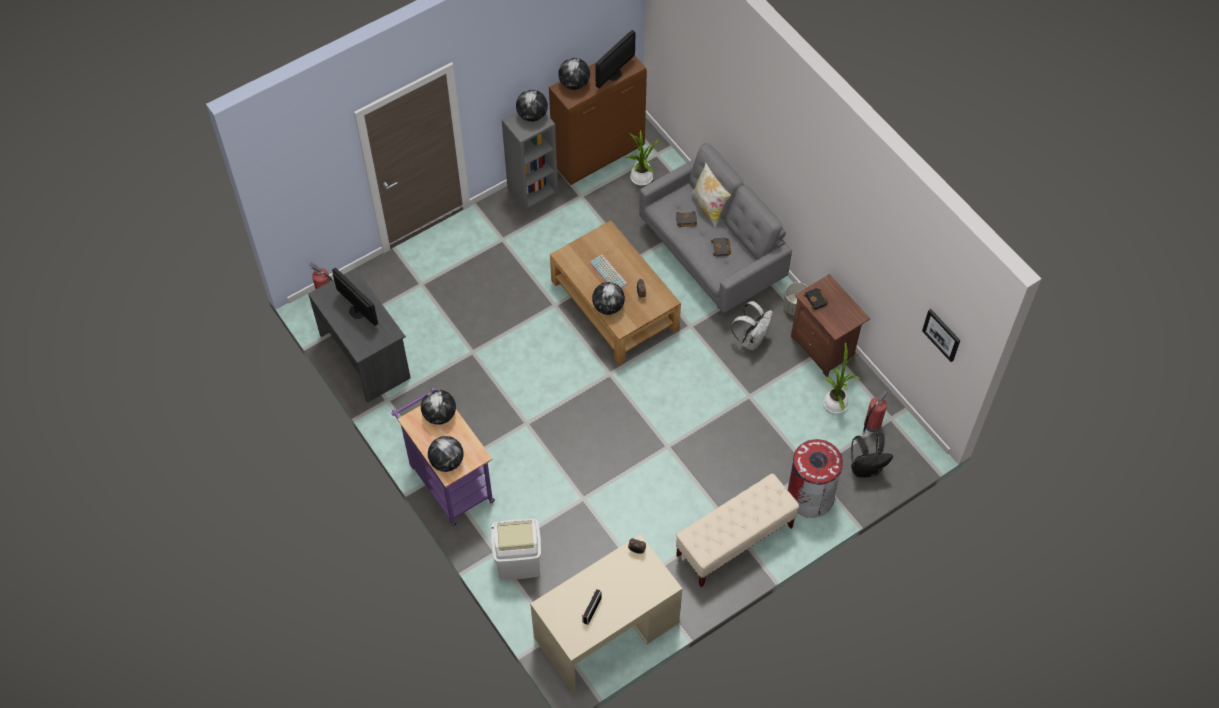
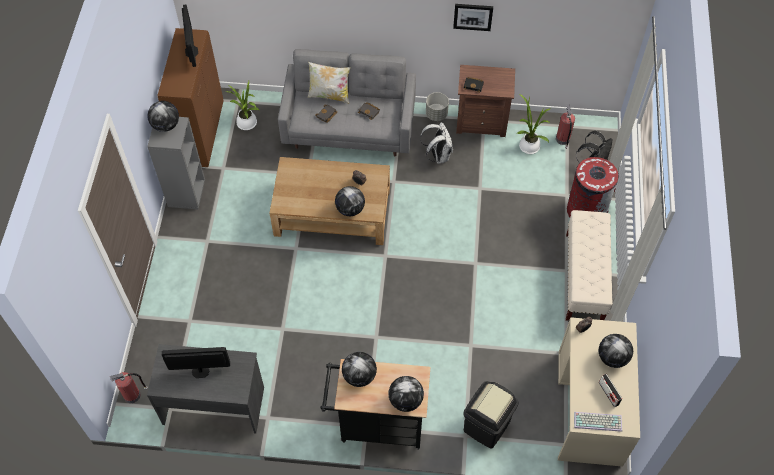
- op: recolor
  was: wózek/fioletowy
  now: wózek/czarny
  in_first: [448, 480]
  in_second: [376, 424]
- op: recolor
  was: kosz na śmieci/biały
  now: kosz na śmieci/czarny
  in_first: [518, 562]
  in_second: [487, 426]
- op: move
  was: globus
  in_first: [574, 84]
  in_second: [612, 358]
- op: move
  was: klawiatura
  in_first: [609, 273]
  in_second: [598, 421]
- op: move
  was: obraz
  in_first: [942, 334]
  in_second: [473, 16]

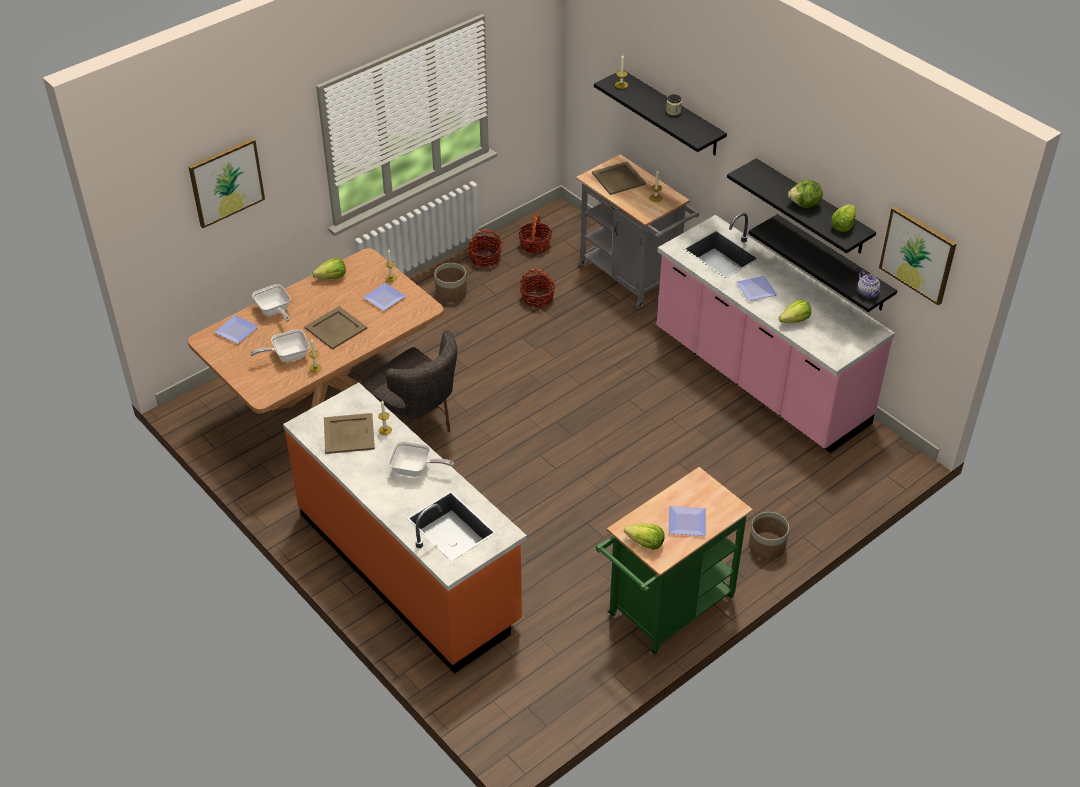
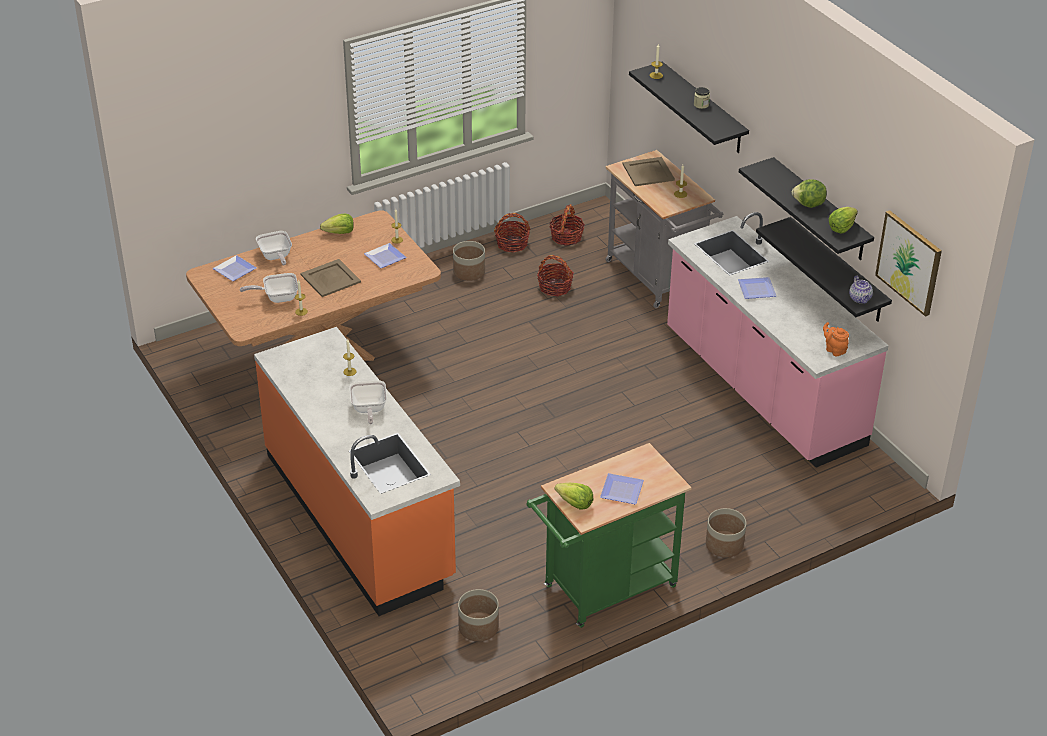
- op: delete
  was: obraz
  in_first: [226, 182]
- op: delete
  was: taca/beżowy
  in_first: [349, 433]
- op: delete
  was: krzesło/szary
  in_first: [416, 426]
- op: rotate
  was: patelnia
  in_first: [415, 470]
  in_second: [368, 410]
  clockwise: 60
- op: delete
  was: sałata
  in_first: [795, 320]
- op: insert
  now: donica
  in_second: [478, 627]
- op: insert
  now: imbryk/pomarańczowy
  in_second: [834, 350]

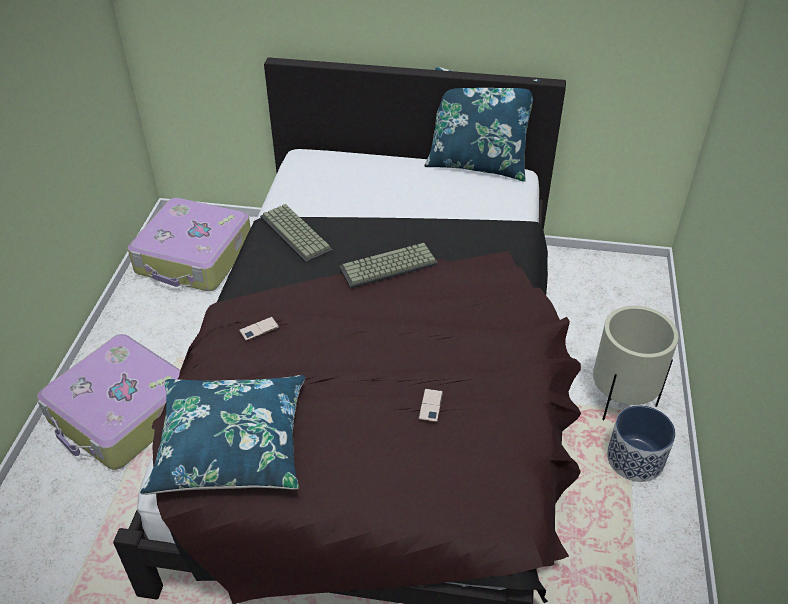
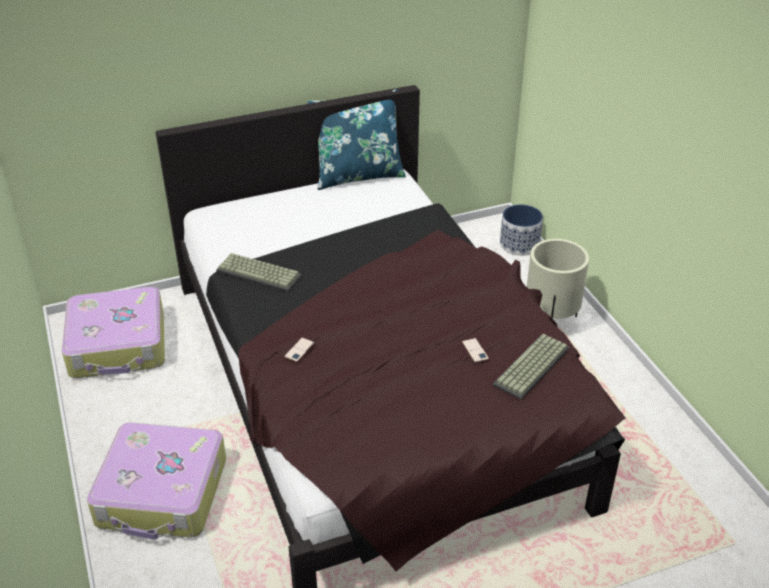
- op: delete
  was: poduszka/niebieski
  in_first: [231, 445]
- op: move
  was: klawiatura
  in_first: [388, 267]
  in_second: [532, 368]
- op: move
  was: donica
  in_first: [635, 459]
  in_second: [519, 245]

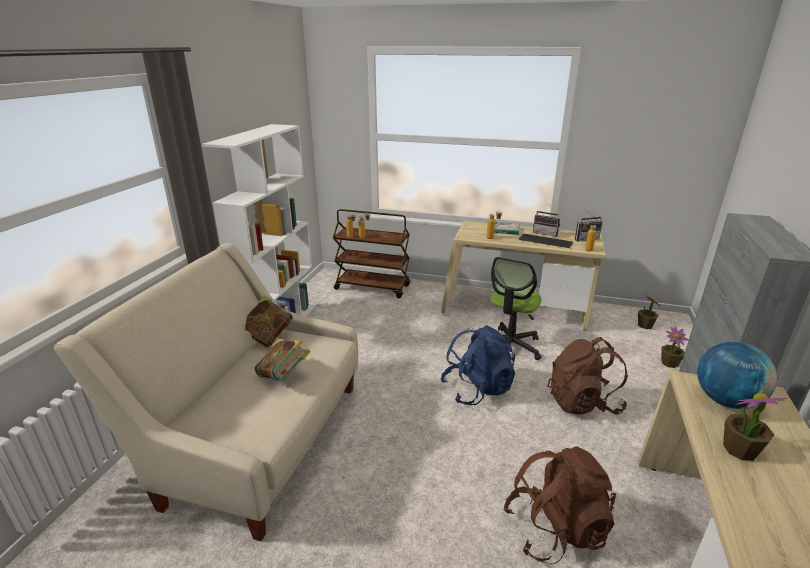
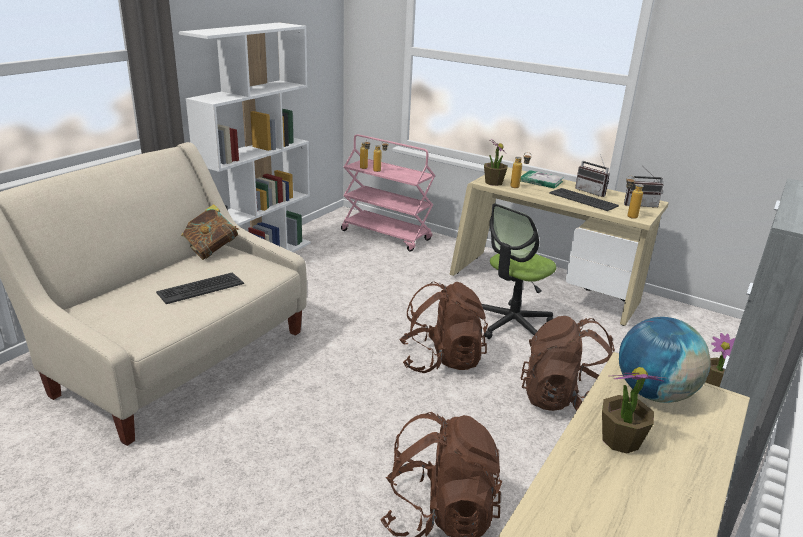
- op: replace
  was: książka
  now: klawiatura
  in_first: [284, 376]
  in_second: [200, 288]
- op: recolor
  was: wózek/brązowy
  now: wózek/różowy
  in_first: [373, 287]
  in_second: [387, 235]
- op: recolor
  was: plecak/niebieski
  now: plecak/brązowy
  in_first: [477, 389]
  in_second: [441, 360]
- op: move
  was: roślina doniczkowa
  in_first: [645, 325]
  in_second: [493, 182]

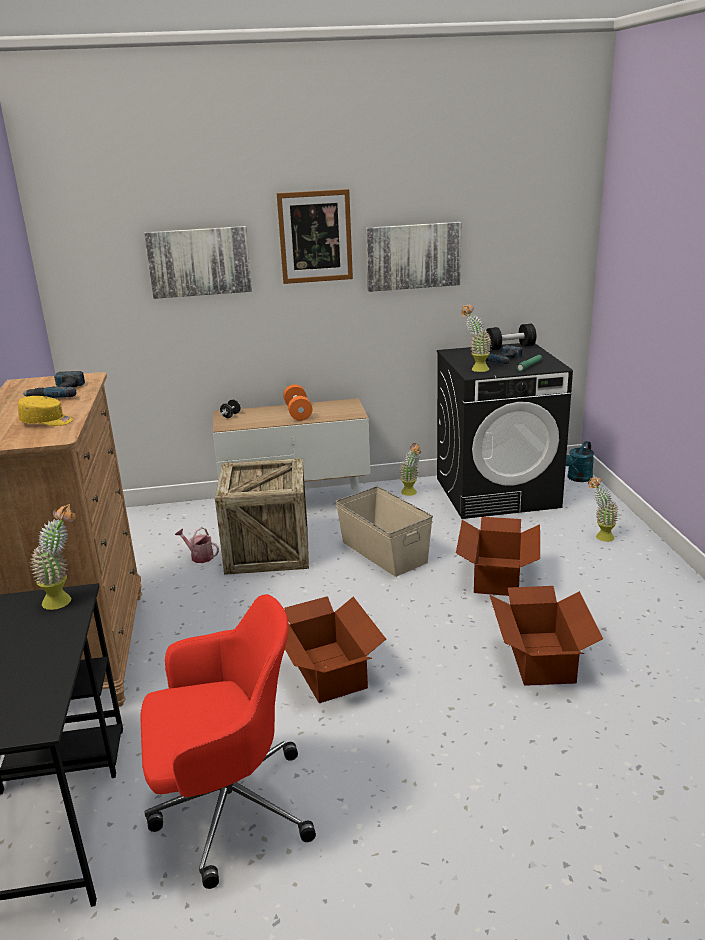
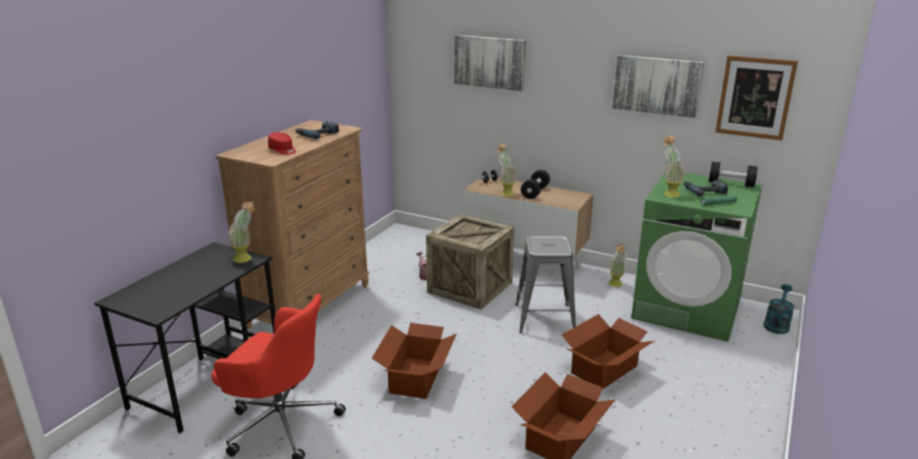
- op: recolor
  was: czapka z daszkiem/żółty
  now: czapka z daszkiem/czerwony
  in_first: [47, 422]
  in_second: [283, 150]
- op: move
  was: obraz
  in_first: [315, 237]
  in_second: [755, 97]
- op: recolor
  was: hantel/pomarańczowy
  now: hantel/czarny
  in_first: [298, 412]
  in_second: [535, 192]
- op: replace
  was: pojemnik do przechowywania/beżowy
  now: stołek/szary
  in_first: [384, 551]
  in_second: [544, 318]
- op: recolor
  was: pralka/czarny
  now: pralka/zielony
  in_first: [497, 492]
  in_second: [687, 309]
- op: rotate
  was: konewka/turkusowy
  in_first: [577, 478]
  in_second: [776, 324]
  clockwise: 135
- op: move
  was: roślina doniczkowa
  in_first: [600, 537]
  in_second: [505, 193]

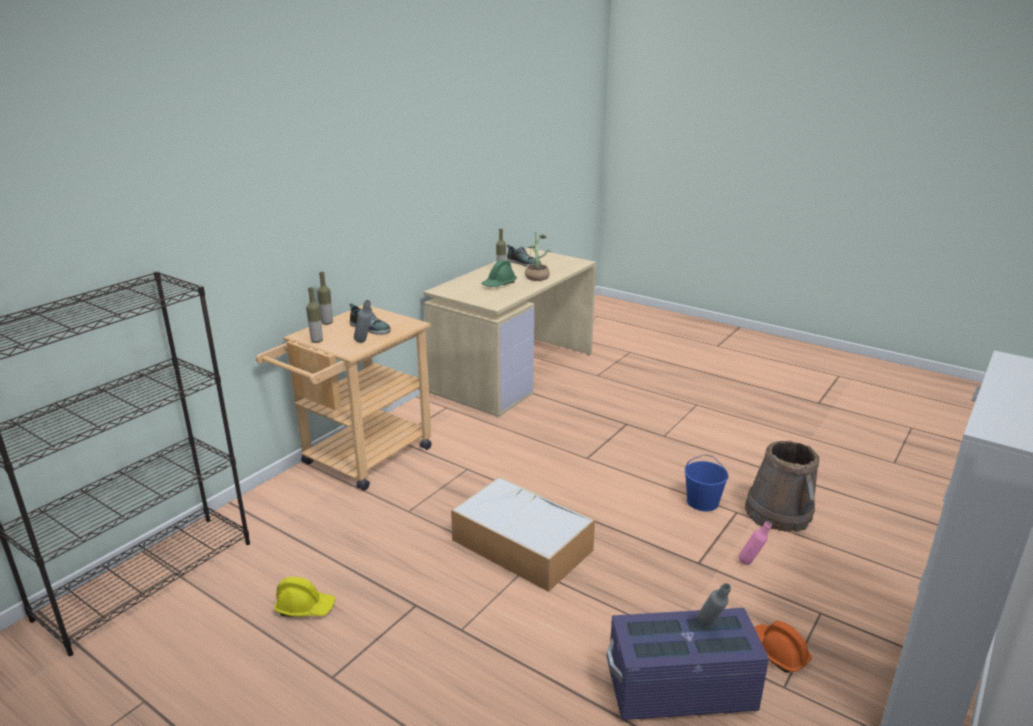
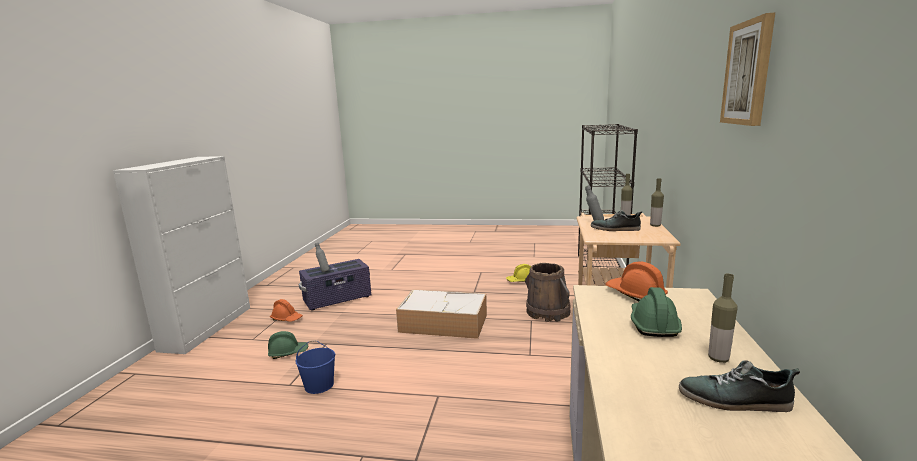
- op: delete
  was: roślina doniczkowa
  in_first: [537, 276]
- op: replace
  was: butelka/różowy
  now: kask/zielony
  in_first: [751, 563]
  in_second: [288, 352]
- op: move
  was: wiadro/brązowy
  in_first: [778, 513]
  in_second: [547, 312]
- op: insert
  now: kask/pomarańczowy
  in_second: [635, 294]
- op: insert
  now: obraz
  in_second: [748, 73]

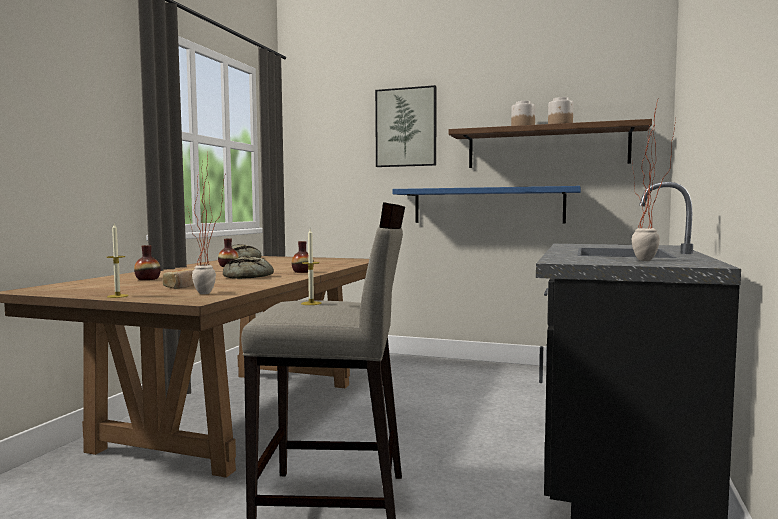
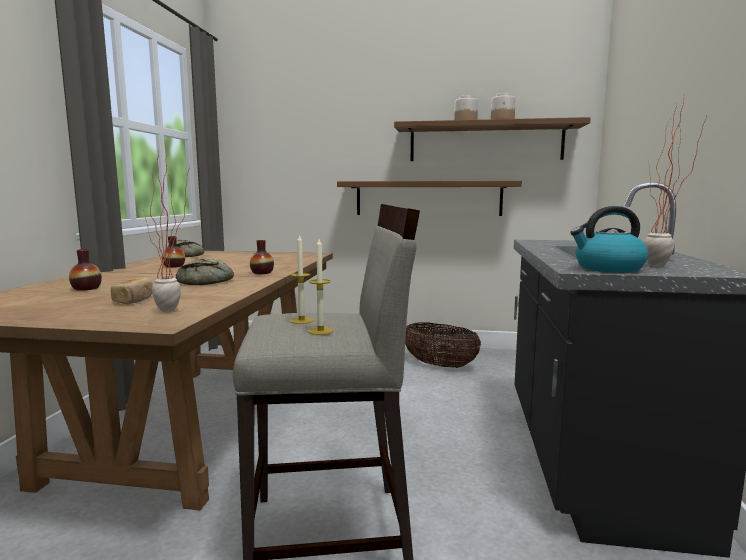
- op: move
  was: świeca
  in_first: [117, 296]
  in_second: [320, 331]
- op: delete
  was: obraz
  in_first: [406, 127]
- op: recolor
  was: półka/niebieski
  now: półka/brązowy
  in_first: [487, 205]
  in_second: [428, 198]
- op: insert
  now: koszyk
  in_second: [440, 365]
- op: insert
  now: czajnik
  in_second: [608, 268]

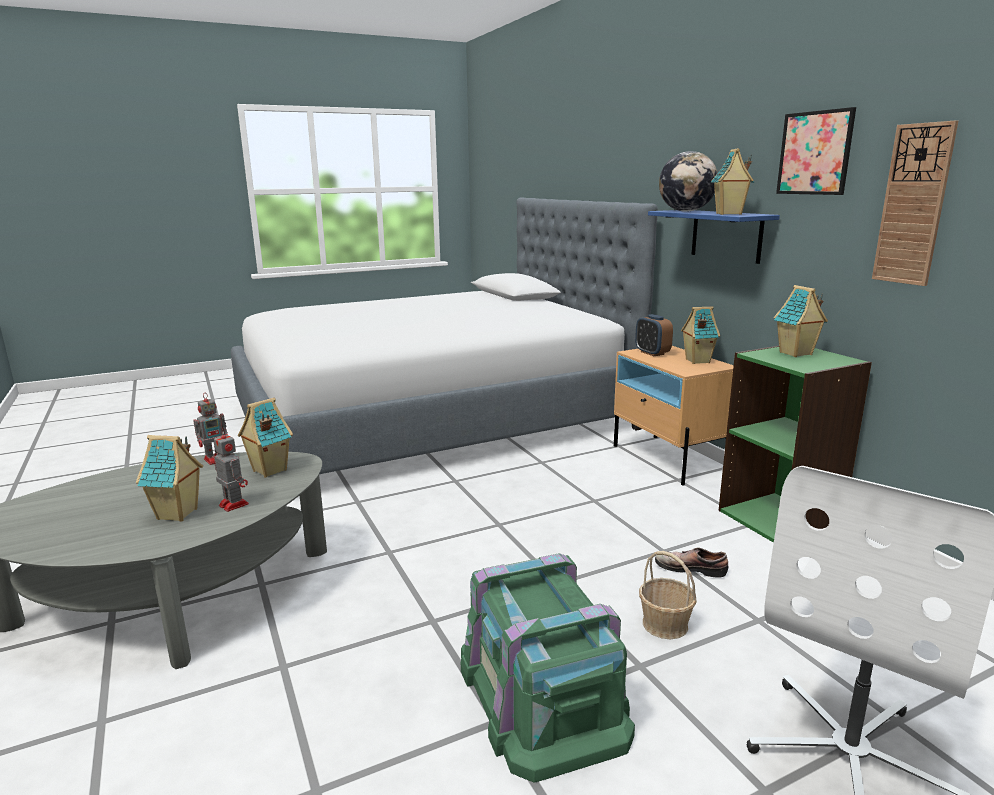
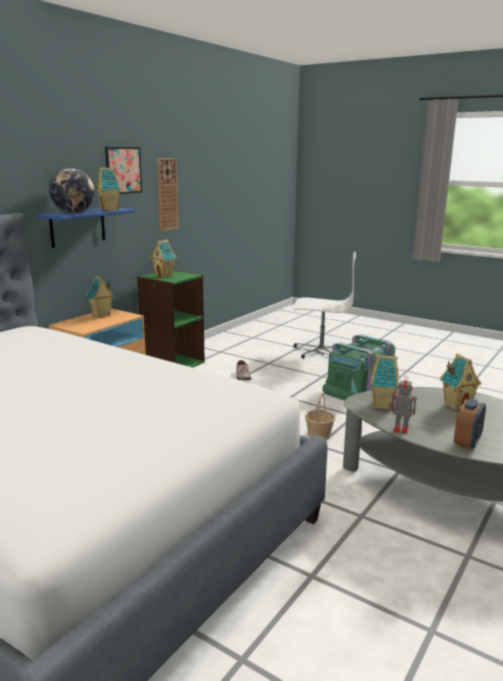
- op: delete
  was: robot zabawkowy
  in_first: [233, 504]
- op: move
  was: budzik
  in_first: [652, 353]
  in_second: [467, 442]
- op: move
  was: koszyk
  in_first: [665, 625]
  in_second: [319, 434]

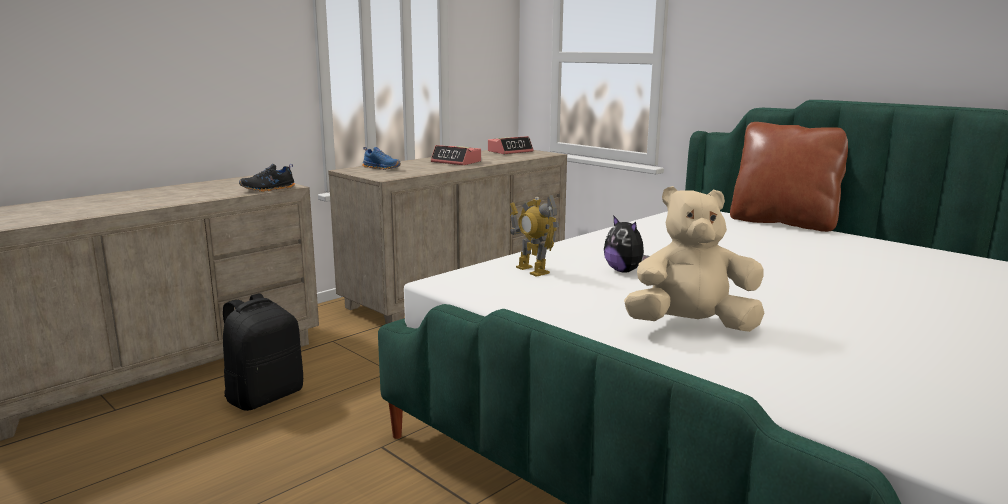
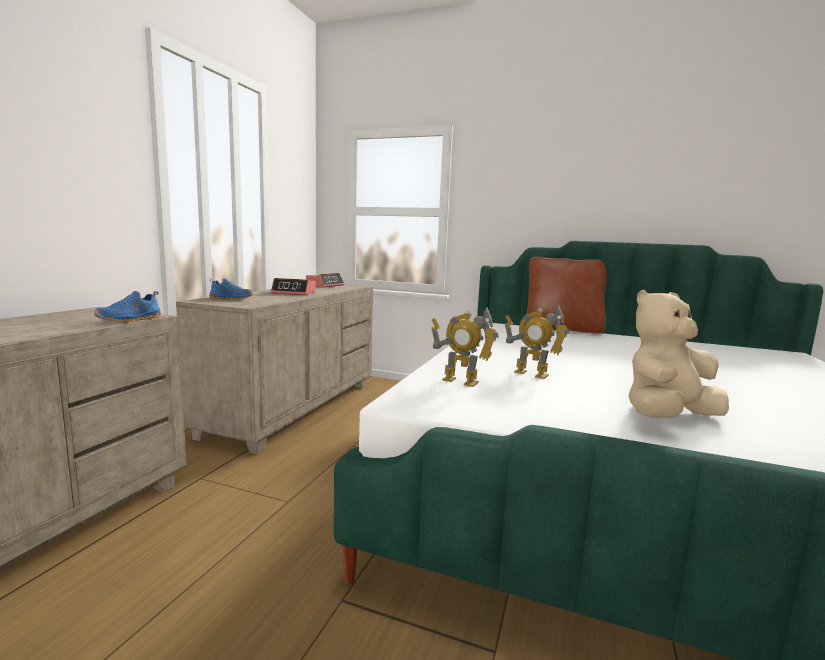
- op: delete
  was: plecak/czarny
  in_first: [265, 396]
- op: recolor
  was: but/czarny
  now: but/niebieski
  in_first: [268, 189]
  in_second: [130, 320]
- op: replace
  was: pluszak
  now: robot zabawkowy
  in_first: [624, 271]
  in_second: [531, 374]

